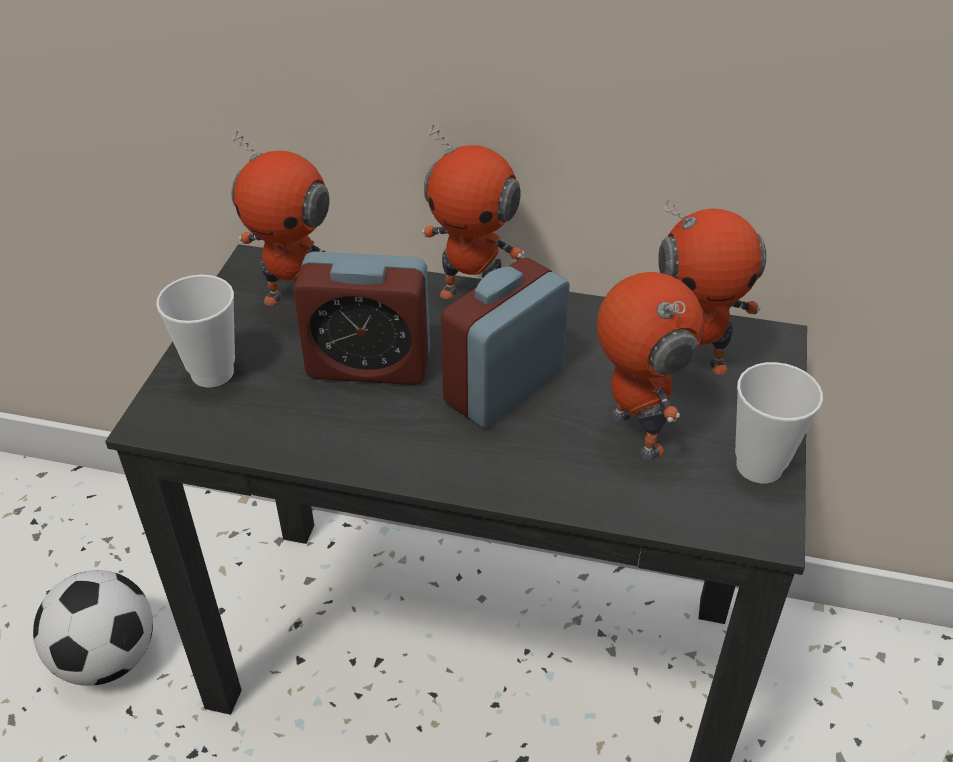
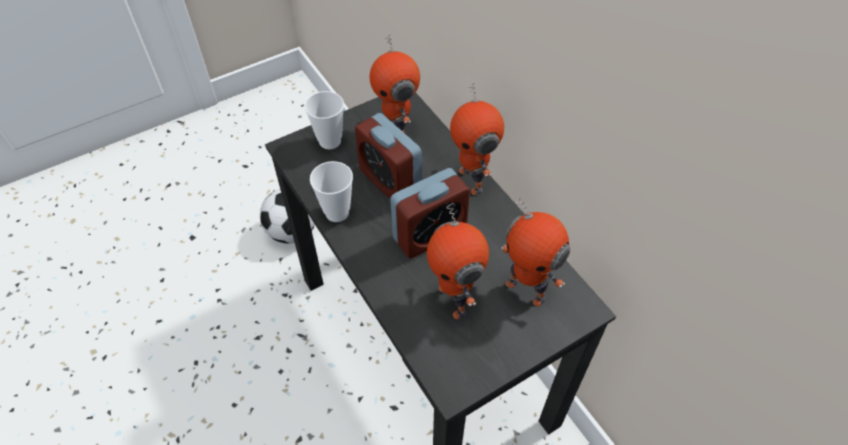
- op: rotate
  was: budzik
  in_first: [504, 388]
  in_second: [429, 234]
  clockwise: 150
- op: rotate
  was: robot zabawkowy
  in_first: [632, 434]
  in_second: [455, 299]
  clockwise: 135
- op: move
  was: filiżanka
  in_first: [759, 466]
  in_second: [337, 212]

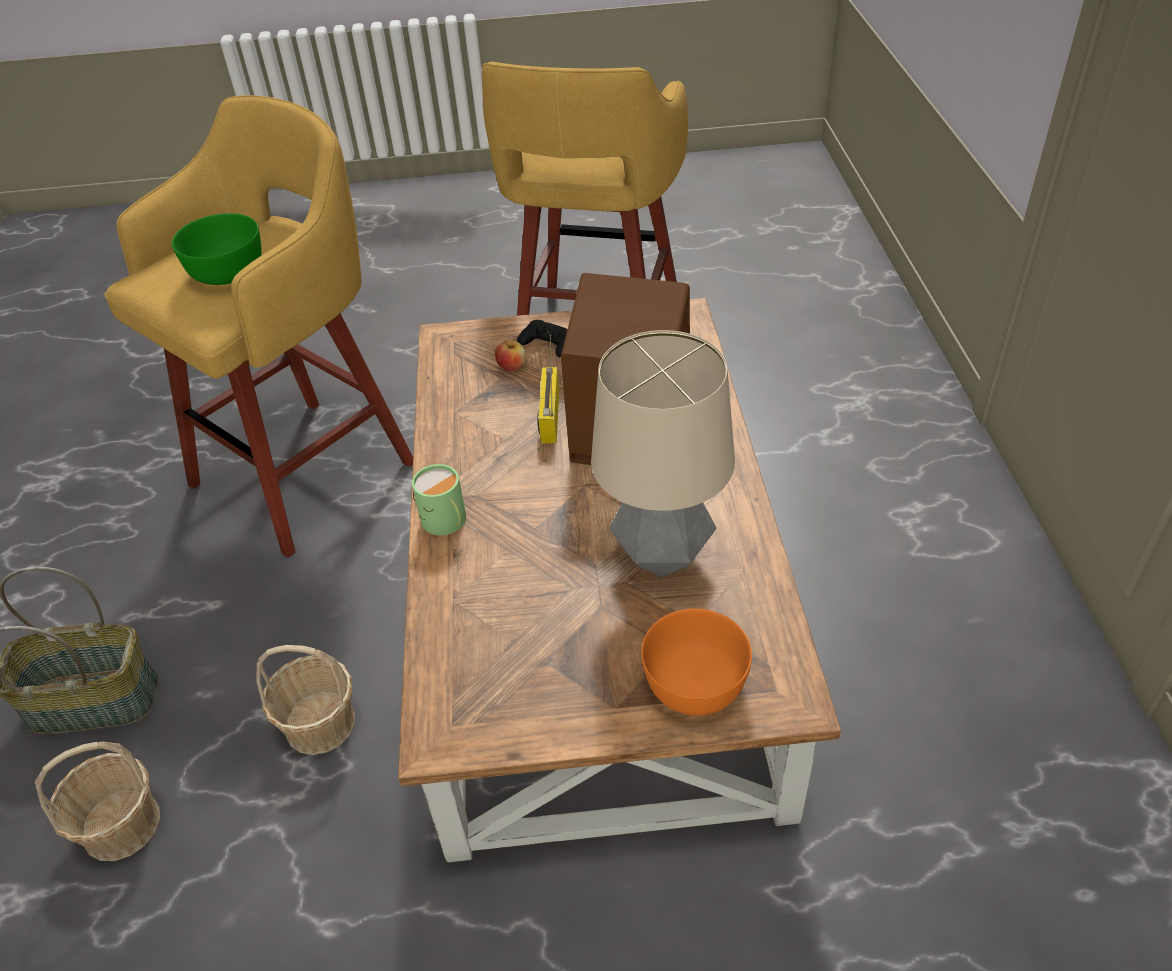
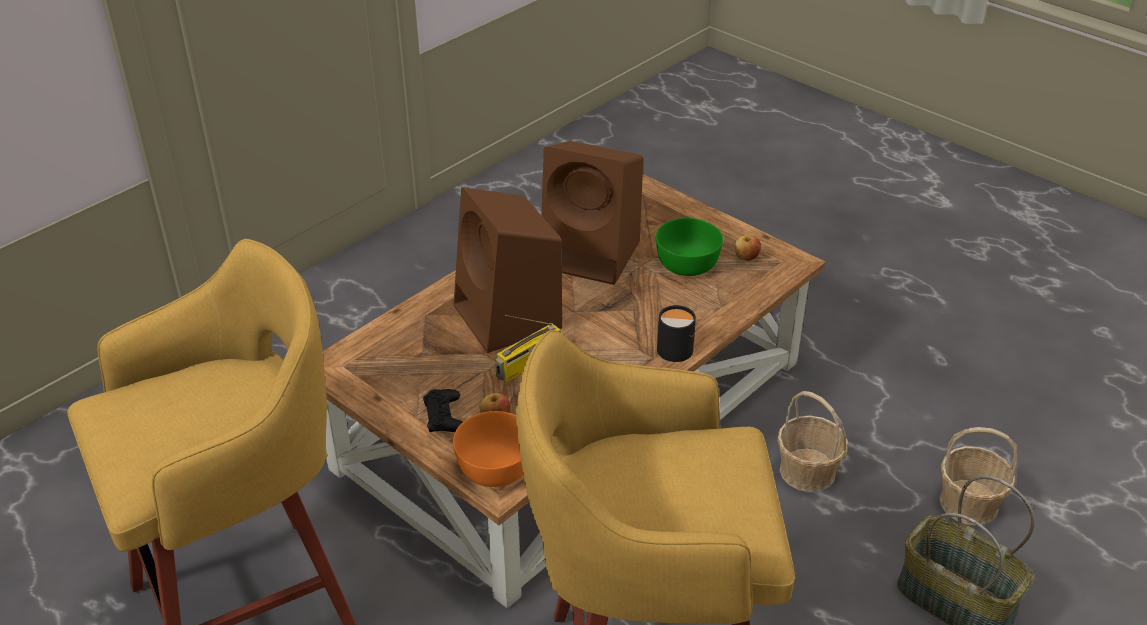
- op: move
  was: miska/zielony
  in_first: [227, 272]
  in_second: [688, 263]
- op: recolor
  was: kubek/zielony
  now: kubek/czarny
  in_first: [446, 522]
  in_second: [675, 347]
- op: replace
  was: lampa stołowa
  now: głośnik/brązowy
  in_first: [662, 557]
  in_second: [593, 254]
- op: move
  was: miska/pomarańczowy
  in_first: [695, 684]
  in_second: [496, 466]
- op: insert
  now: jabłko
  in_second: [746, 257]

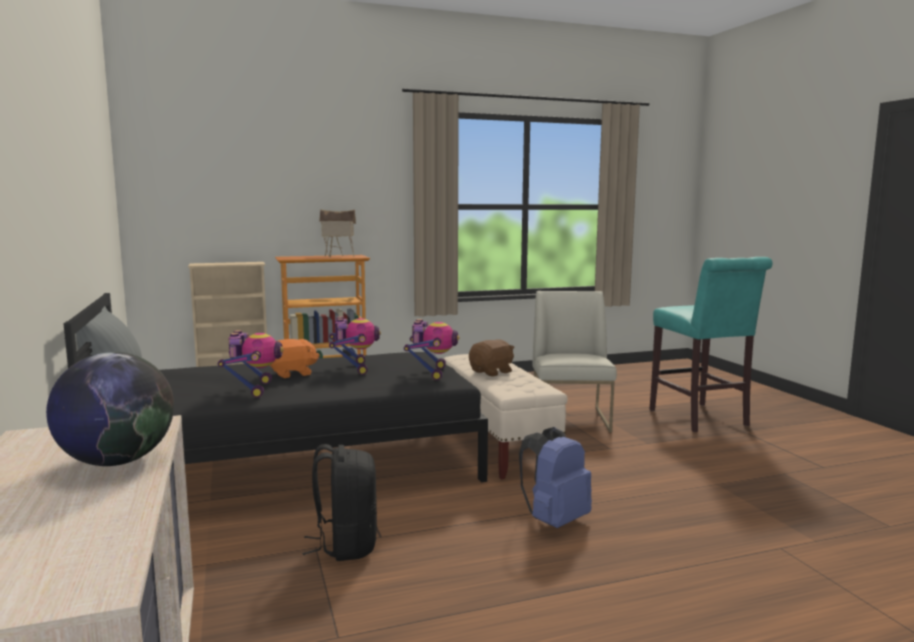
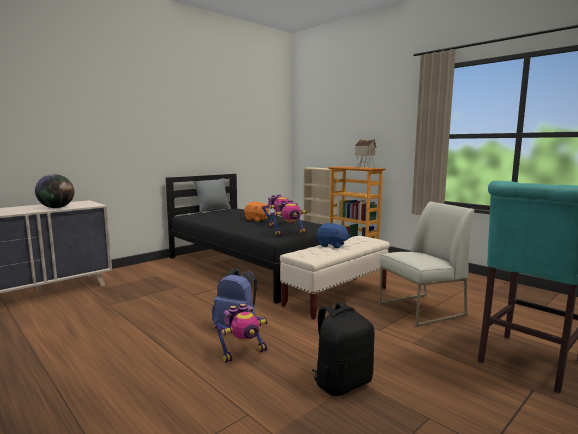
- op: move
  was: robot zabawkowy
  in_first: [253, 389]
  in_second: [243, 353]
- op: move
  was: plecak/czarny
  in_first: [345, 545]
  in_second: [342, 383]
- op: recolor
  was: pluszak/brązowy
  now: pluszak/niebieski
  in_first: [492, 372]
  in_second: [332, 245]

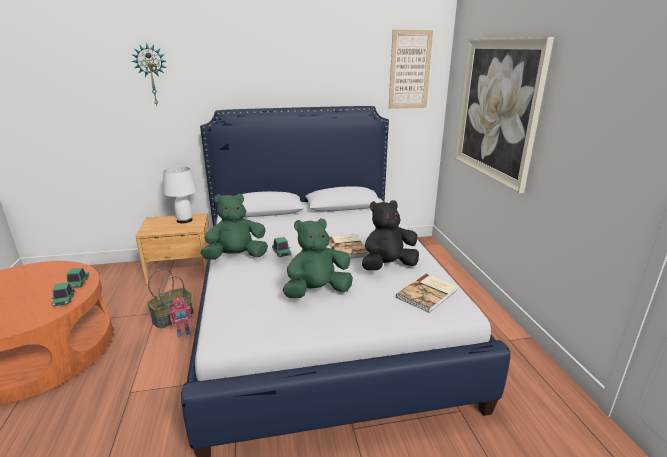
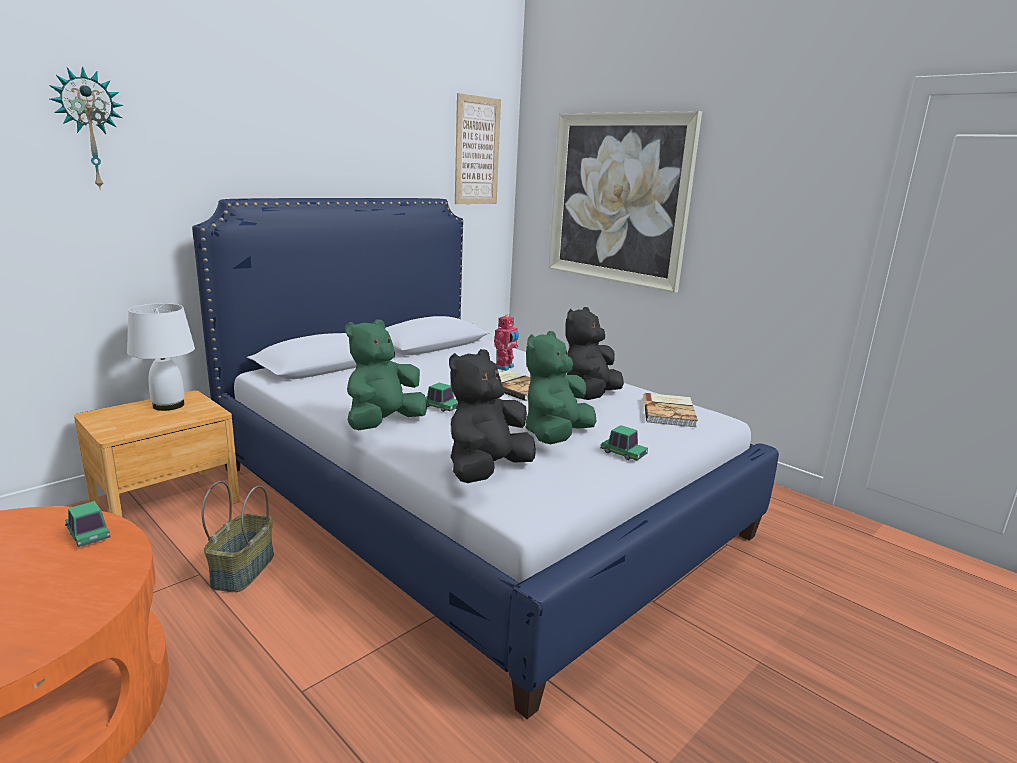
- op: move
  was: samochodzik
  in_first: [64, 300]
  in_second: [623, 453]
- op: move
  was: robot zabawkowy
  in_first: [183, 332]
  in_second: [505, 367]
- op: insert
  now: pluszak/czarny
  in_second: [486, 471]

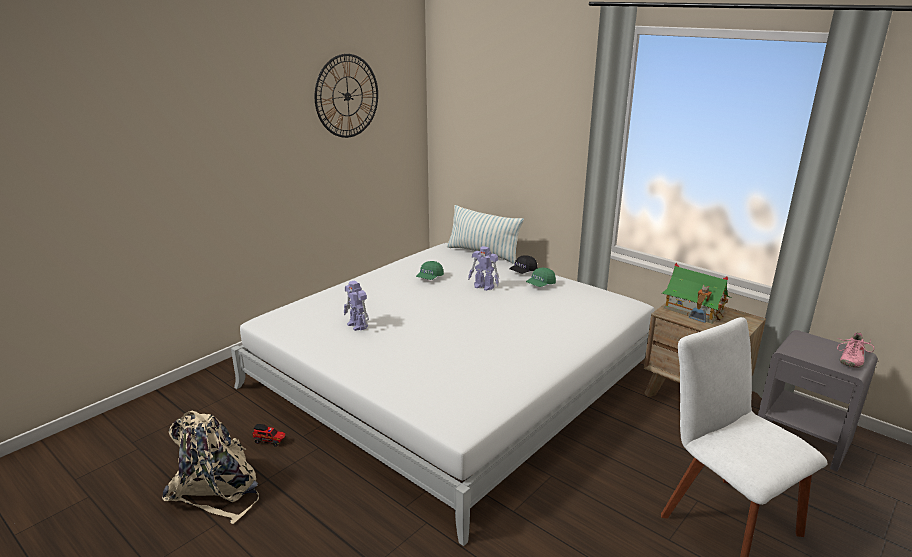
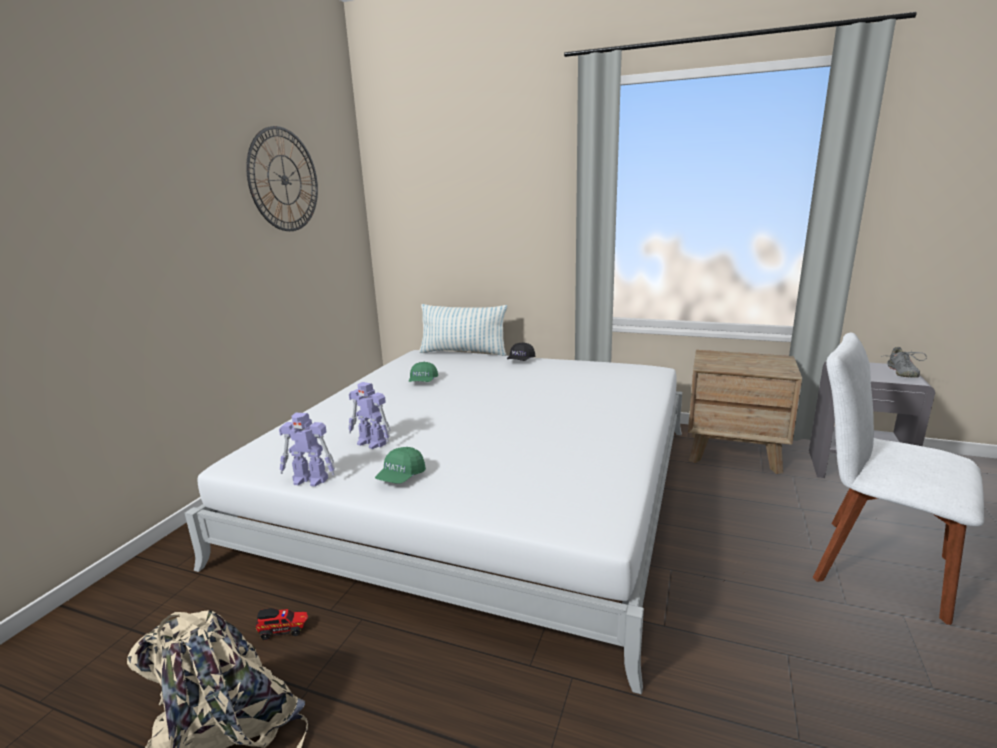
- op: move
  was: robot zabawkowy
  in_first: [484, 287]
  in_second: [311, 480]
- op: move
  was: czapka z daszkiem/zielony
  in_first: [540, 284]
  in_second: [401, 477]
- op: delete
  was: domek
  in_first: [694, 310]
- op: recolor
  was: but/różowy
  now: but/szary
  in_first: [850, 359]
  in_second: [901, 372]

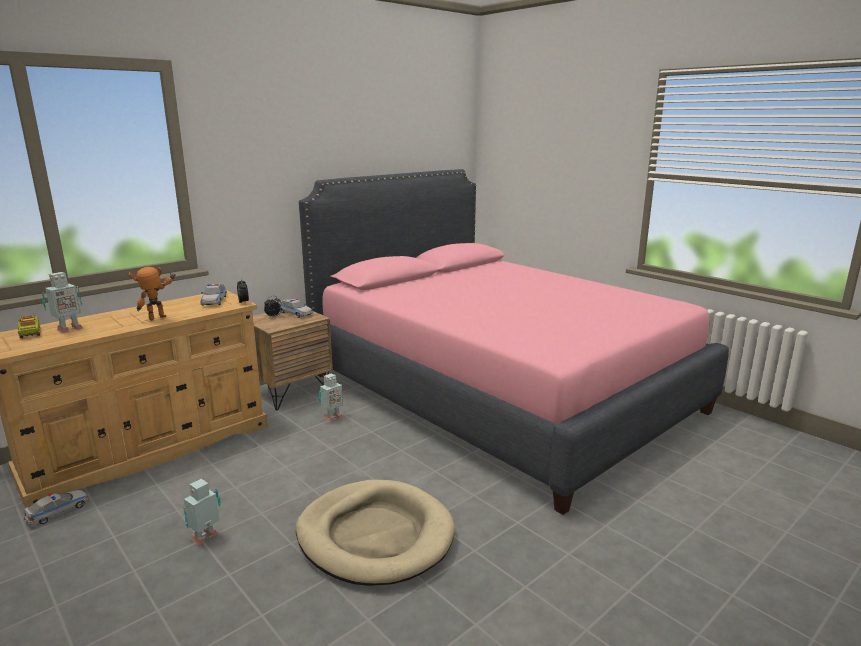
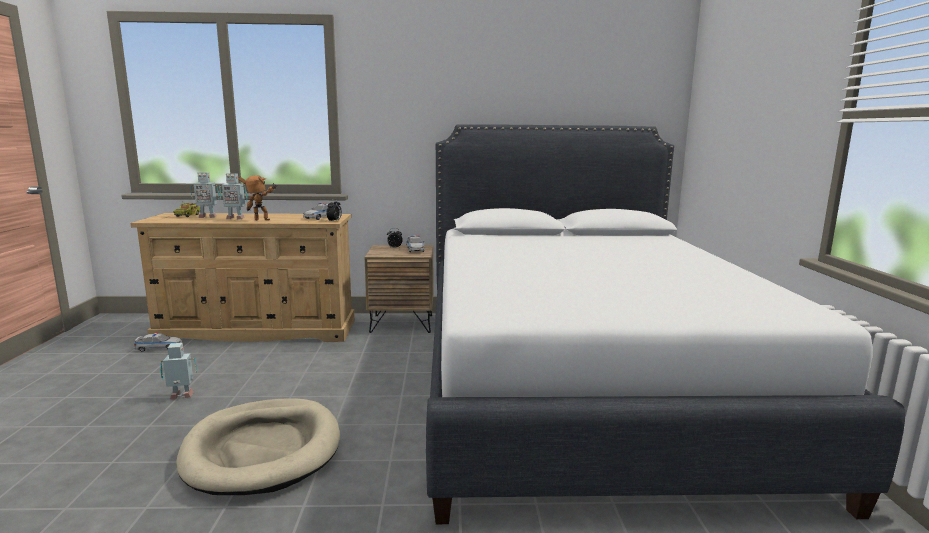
- op: recolor
  was: łóżko/różowy
  now: łóżko/biały
  in_first: [499, 392]
  in_second: [581, 382]
- op: move
  was: robot zabawkowy
  in_first: [332, 417]
  in_second: [235, 218]

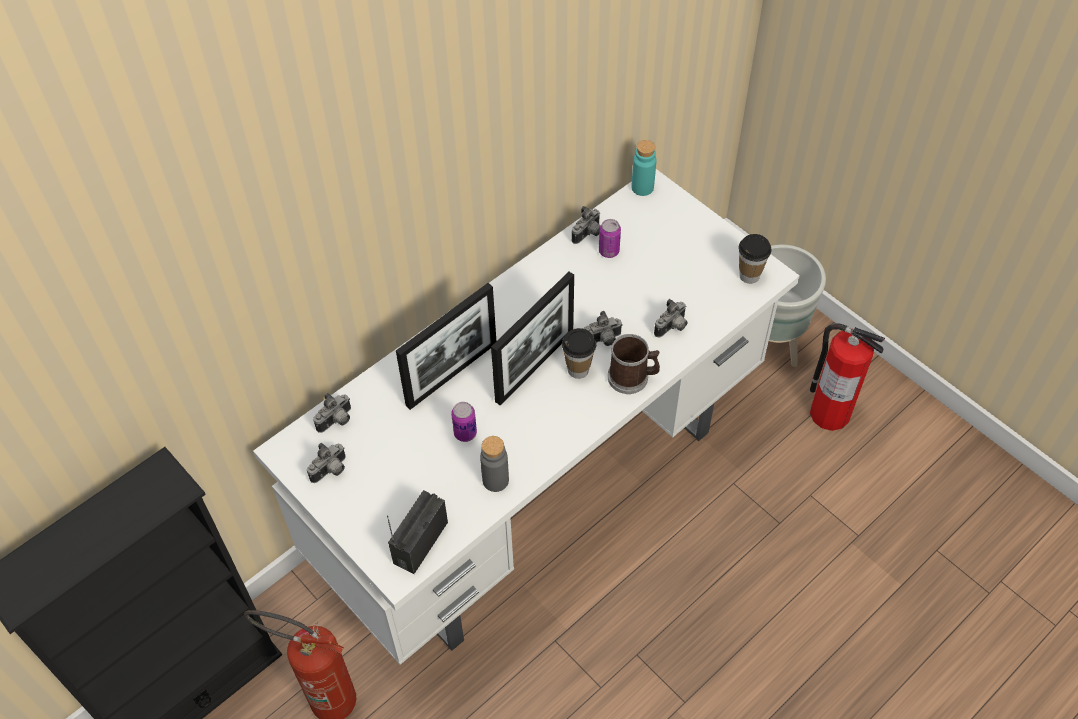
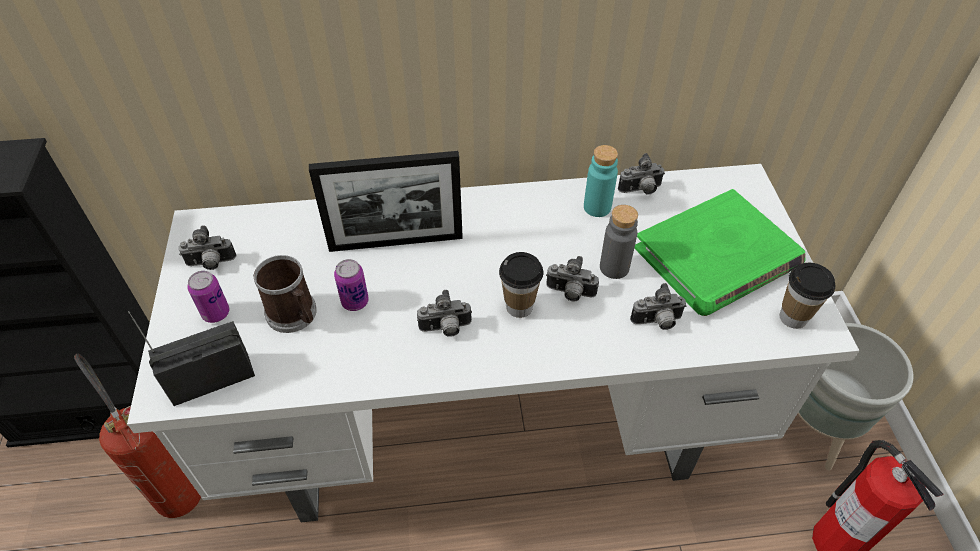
- op: move
  was: aparat fotograficzny
  in_first: [336, 421]
  in_second: [446, 329]
- op: move
  was: butelka/szary
  in_first: [495, 480]
  in_second: [614, 267]
- op: delete
  was: ramka na zdjęcie
  in_first: [534, 366]
- op: move
  was: puszka
  in_first: [609, 251]
  in_second: [216, 313]
- op: move
  was: kubek
  in_first: [632, 377]
  in_second: [295, 315]
- op: move
  was: butelka/turkusowy
  in_first: [642, 187]
  in_second: [597, 207]
- op: insert
  now: książka/zielony
  in_second: [717, 258]

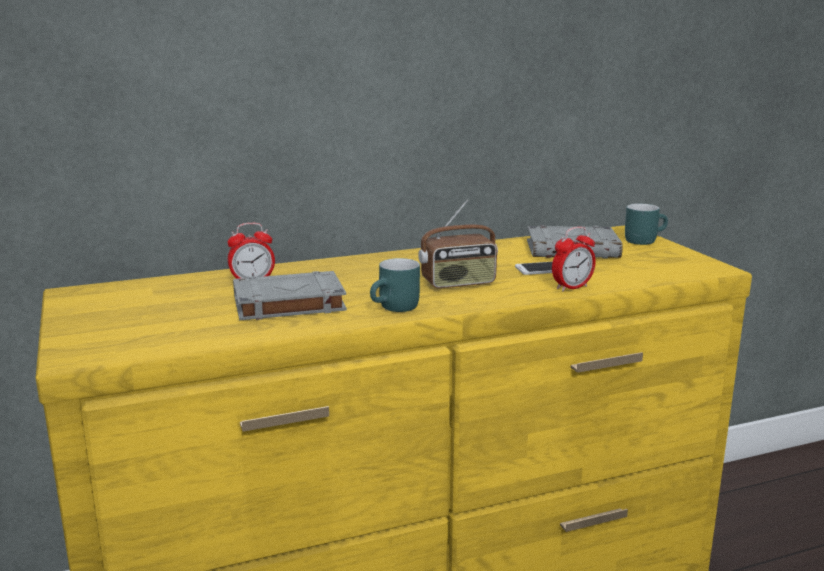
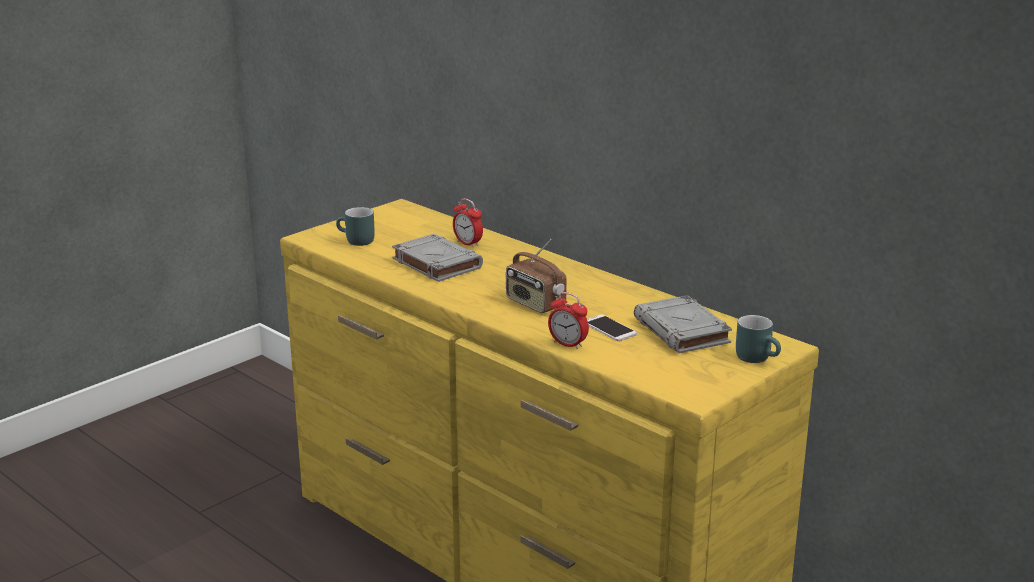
- op: move
  was: kubek/turkusowy
  in_first: [396, 308]
  in_second: [355, 241]

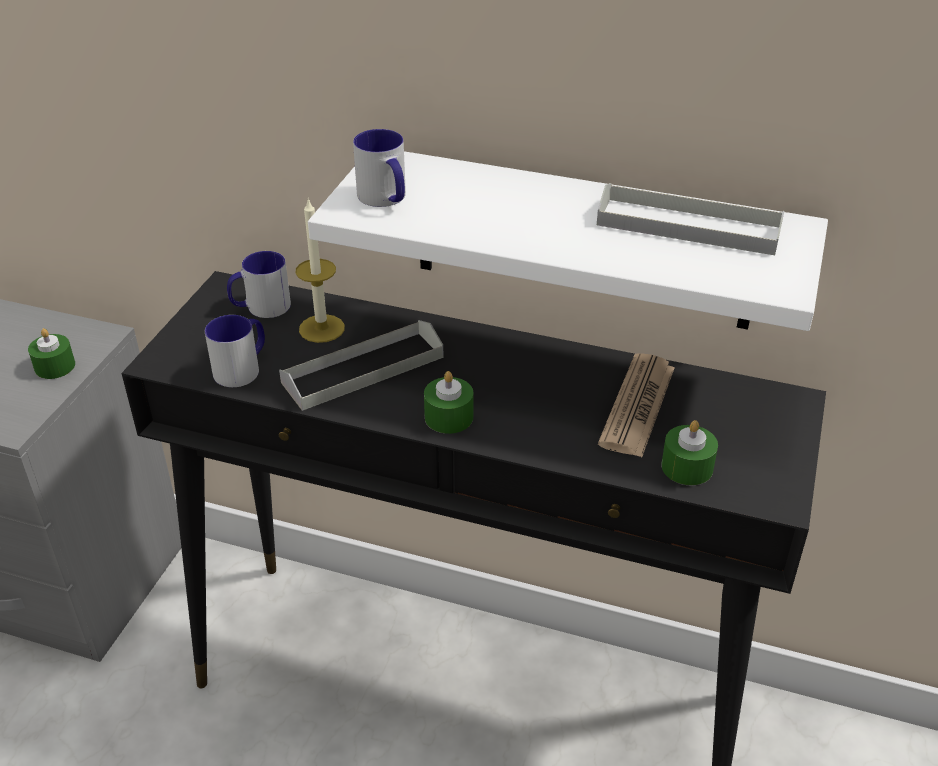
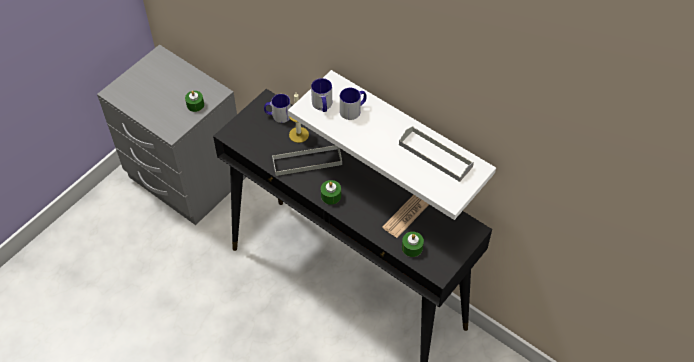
- op: move
  was: kubek
  in_first: [243, 368]
  in_second: [353, 110]

